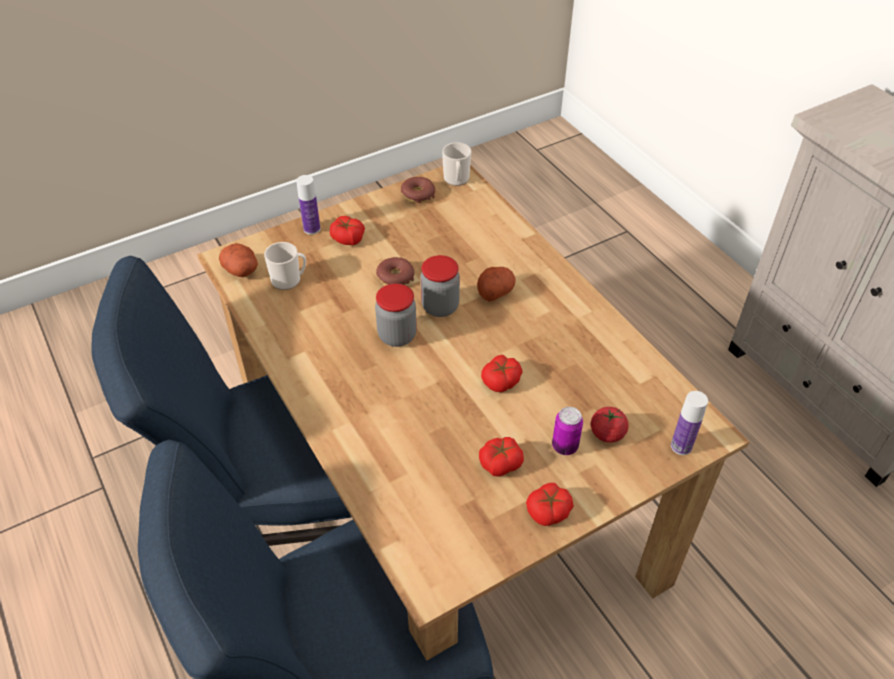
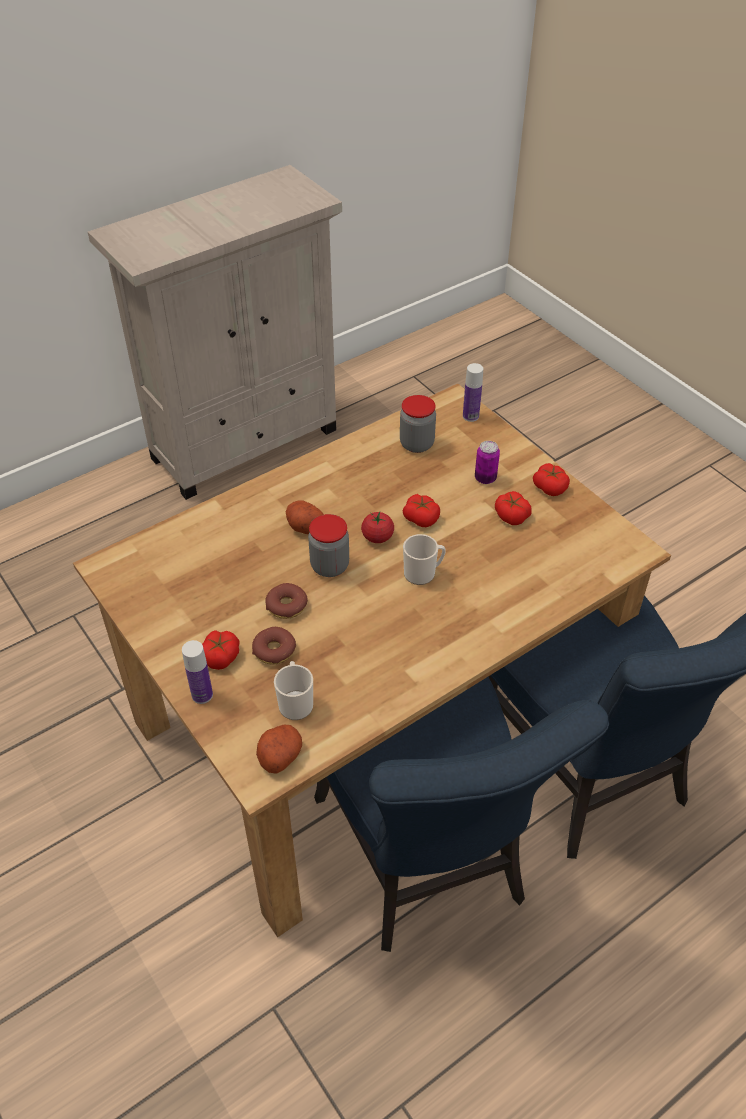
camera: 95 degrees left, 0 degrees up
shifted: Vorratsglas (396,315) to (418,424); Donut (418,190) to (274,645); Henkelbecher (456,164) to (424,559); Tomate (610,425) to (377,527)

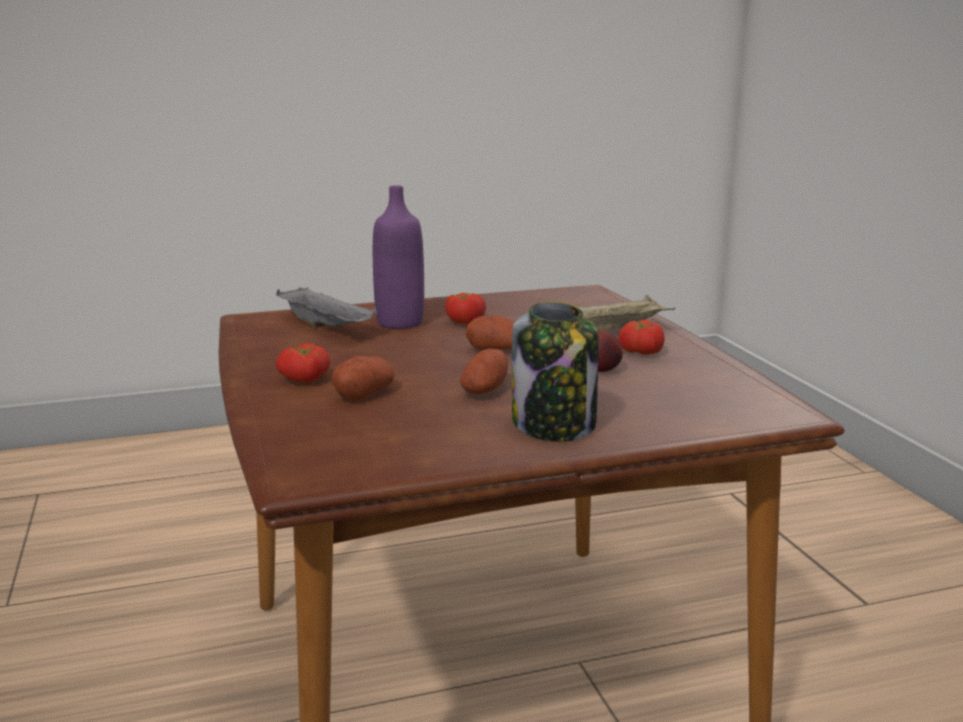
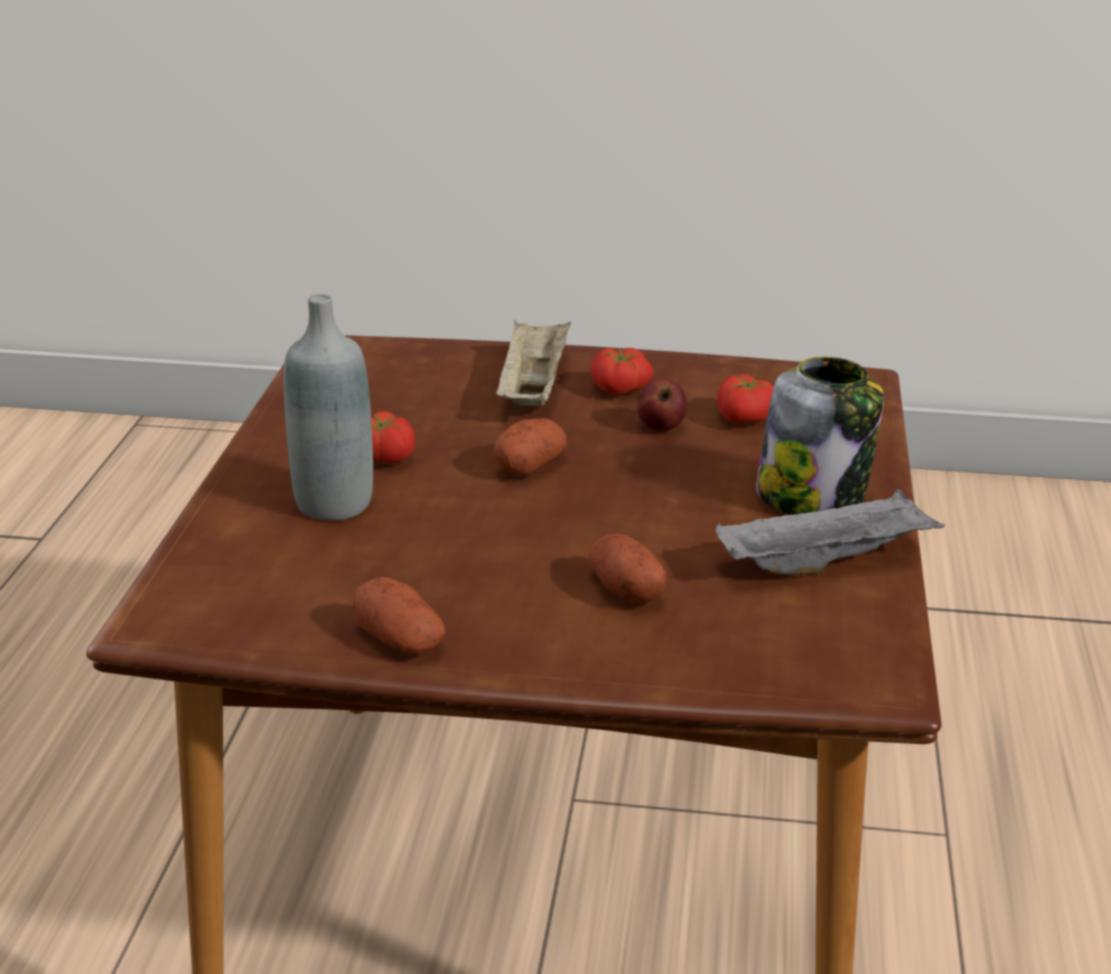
camera: 65 degrees left, 10 degrees up
shifted: Tablett/grau (326,307) to (830,532); Tomate (303,363) to (745,399); Kartoffel (484,371) to (399,616)
repainted: Flasche/lila (398,257) to Flasche/grau (328,407)

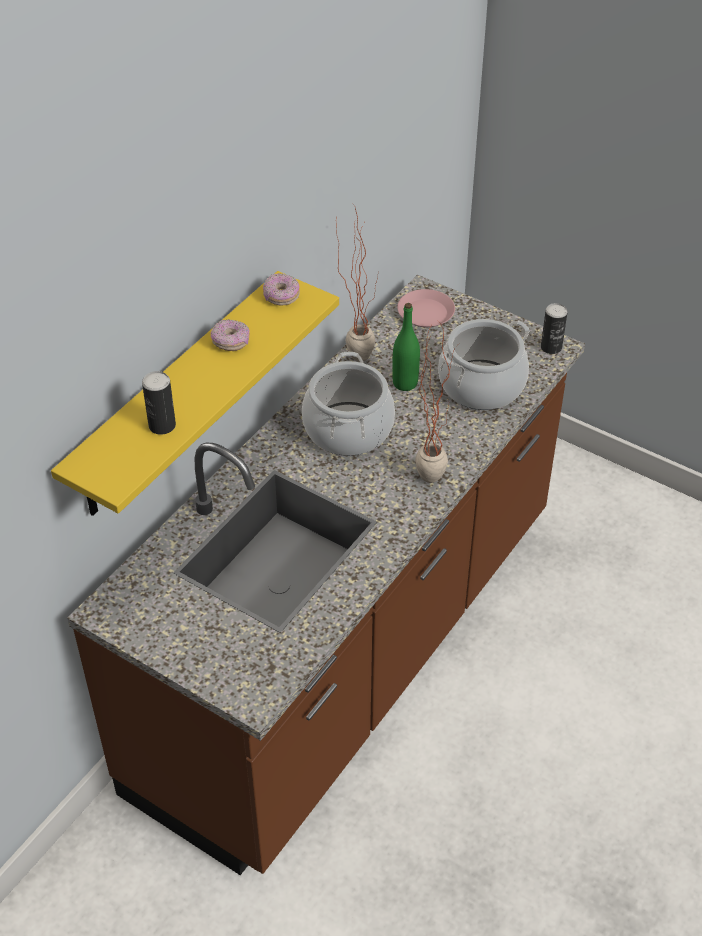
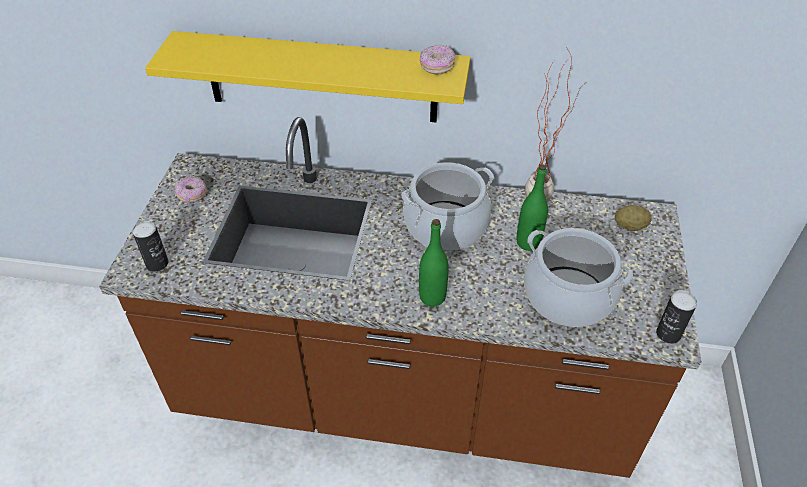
camera: 65 degrees right, 0 degrees up
shifted: Dose (159,403) to (150,246); Donut (230,335) to (191,189)
swapped: Teller/rosa (426,308) to Kartoffel (633,218); Topfpflanze (437,401) to Flasche/grün (434,263)

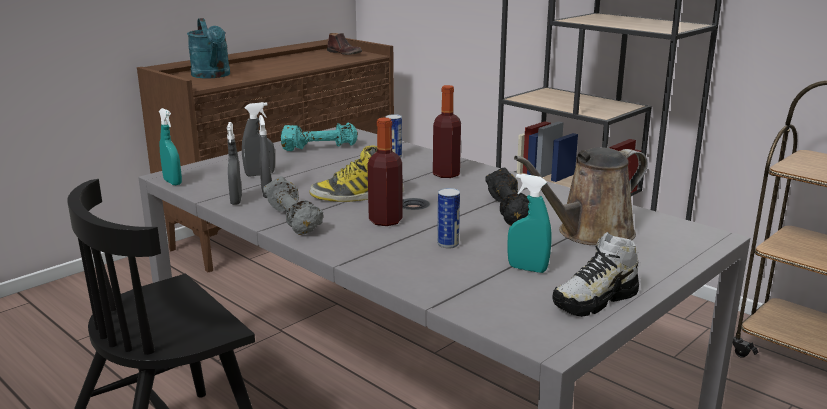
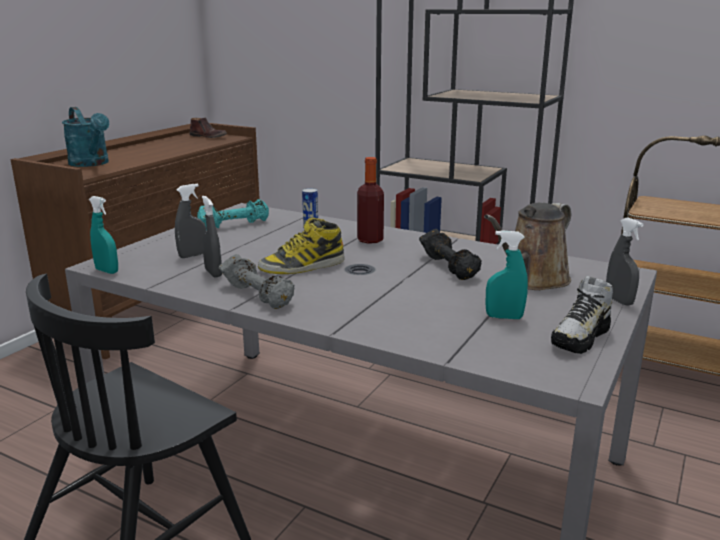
camera: 15 degrees left, 0 degrees up
gone: Flasche (385,172); Dose (448,218)
shifted: Sprühflasche/grau (234,163) to (625,261)

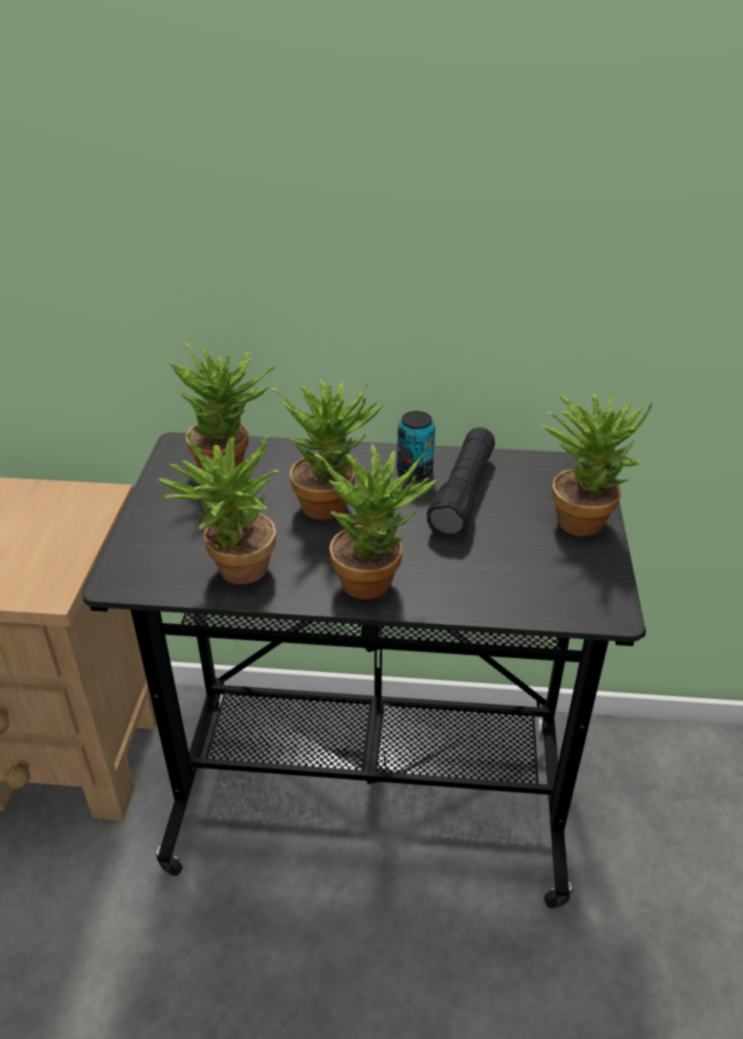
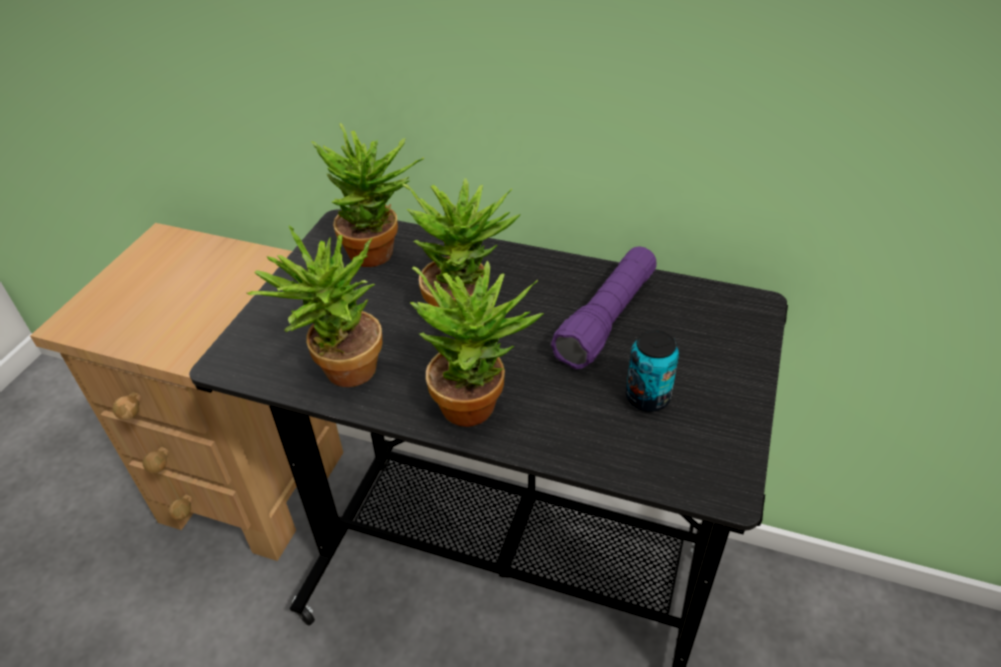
camera: 15 degrees right, 5 degrees up
gone: Topfpflanze (596,463)
shifted: Dose (416,445) to (652,371)
repainted: Taschenlampe/schwarz (461,483) to Taschenlampe/lila (604,307)

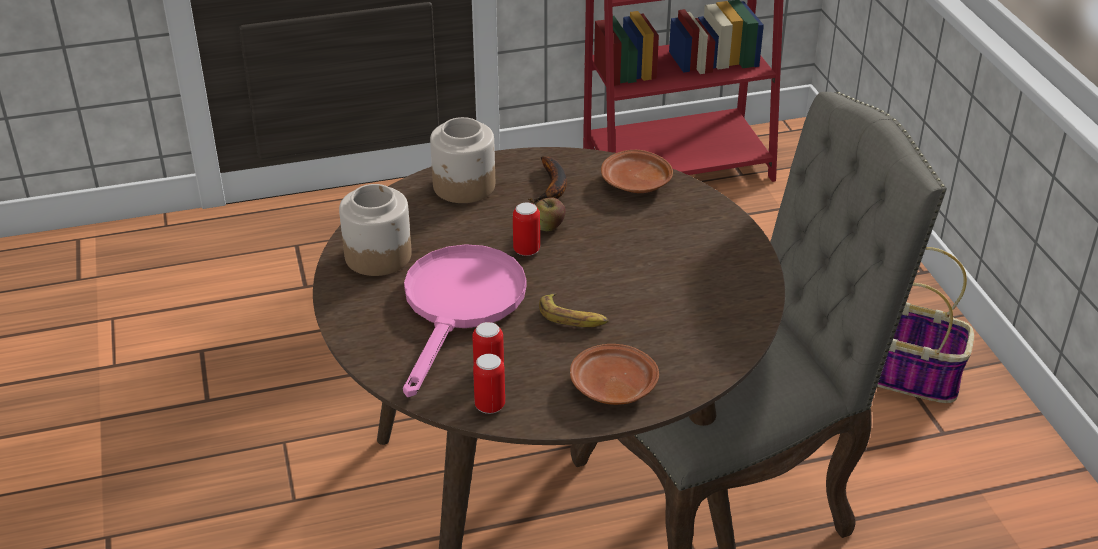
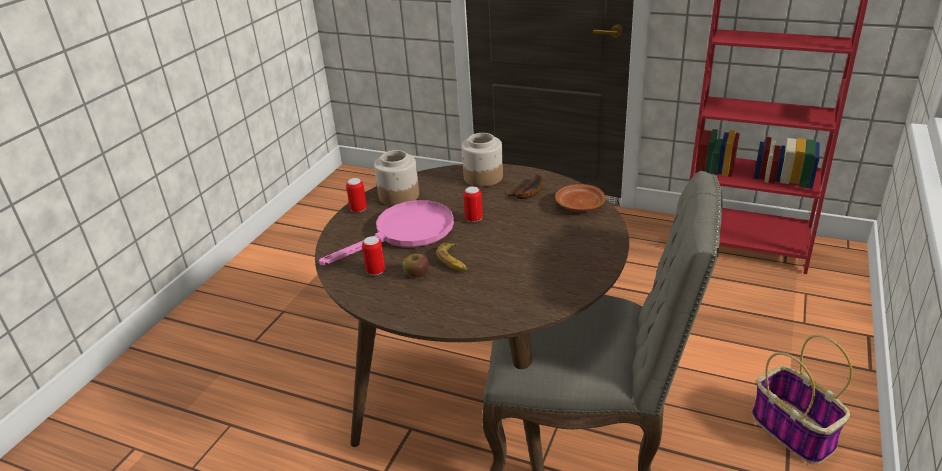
camera: 40 degrees right, 5 degrees down
gone: Teller/braun (614,374)
shifted: Dose (489,384) to (356,195); Apfel (551,214) to (416,265)

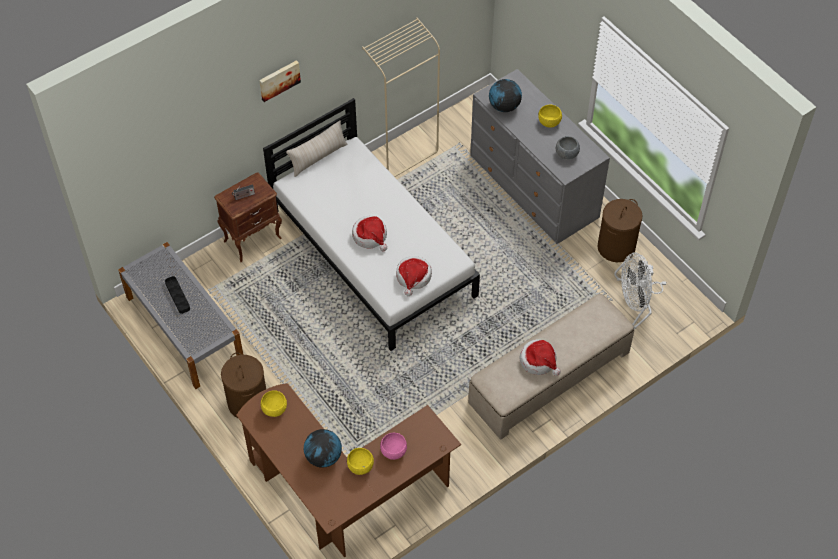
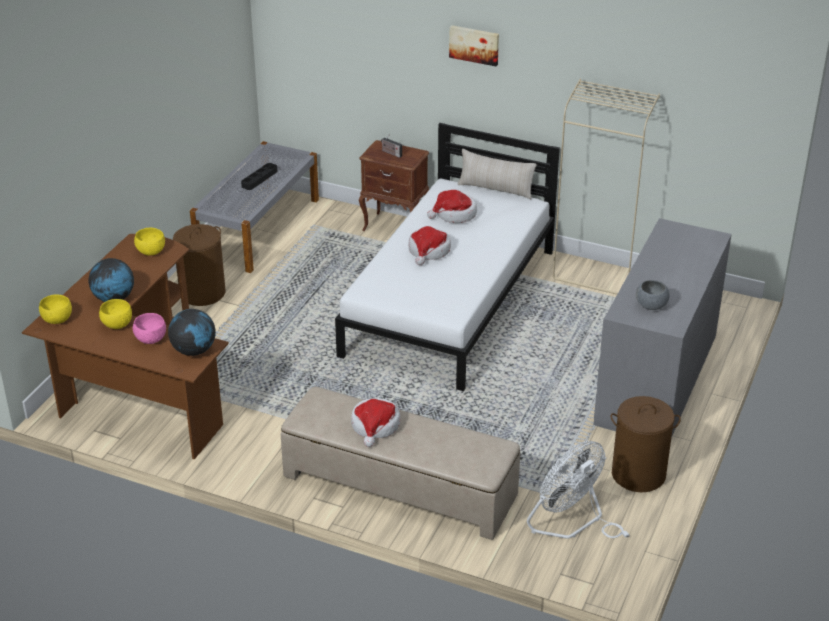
camera: 60 degrees right, 20 degrees down
shifted: Hut (414,276) to (452,206); Globus (505,95) to (192,332); Schüssel/gelb (550,116) to (55,309)

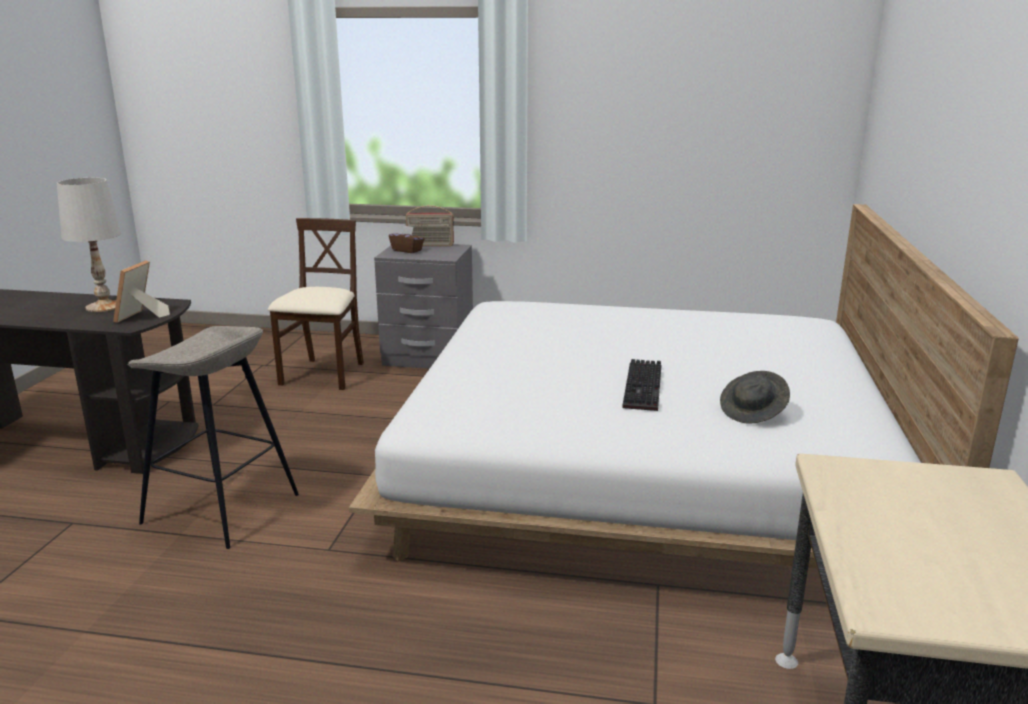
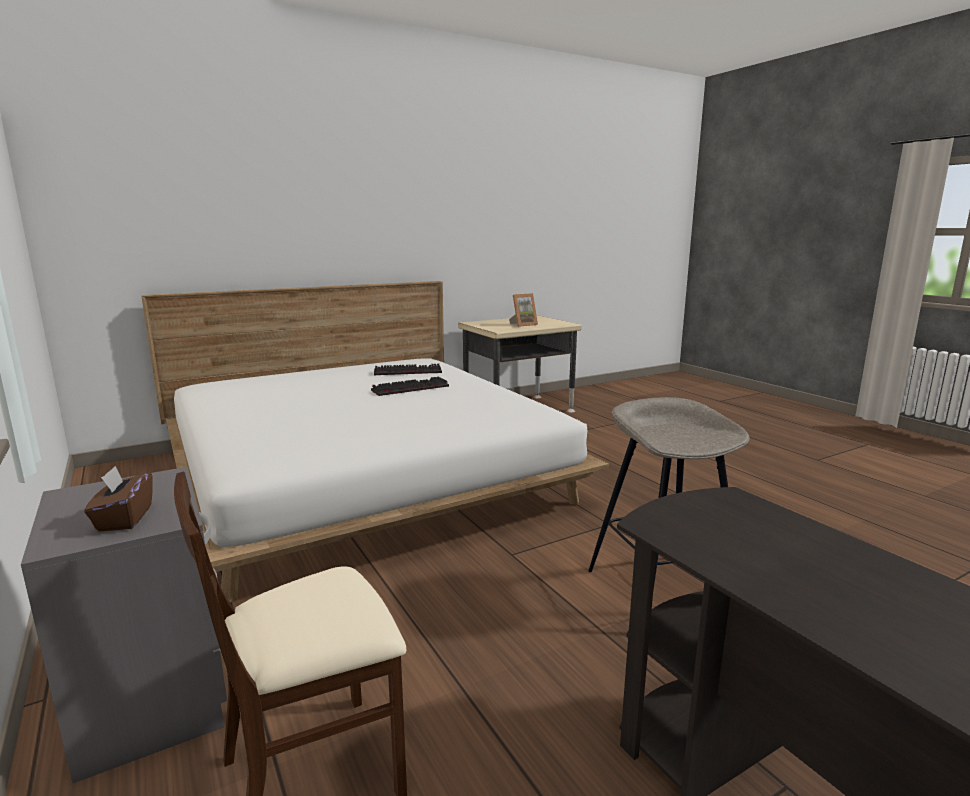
camera: 130 degrees left, 5 degrees down
gone: Tischlampe/weiß (89,245); Radio (429,225)
shifted: Bilderrahmen (141,291) to (523,310)
swapped: Hut/grau (755,397) to Tastatur (408,369)

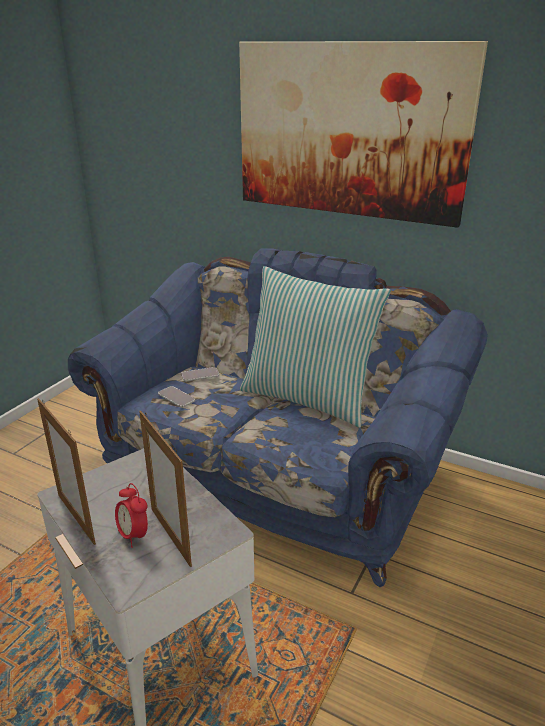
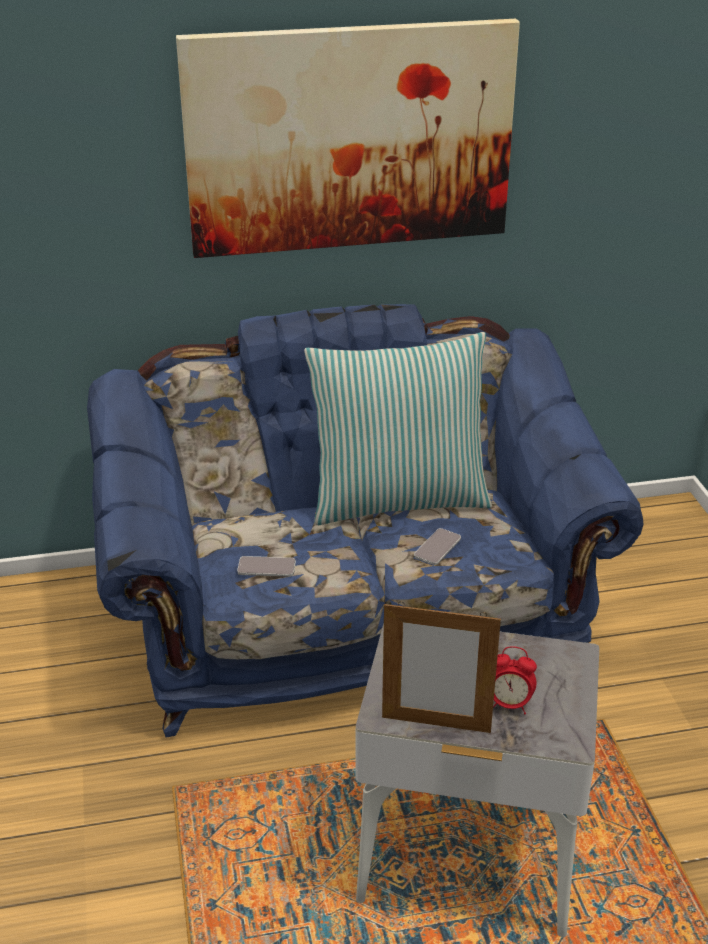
camera: 40 degrees left, 5 degrees up
gone: Bilderrahmen (165,489)
shifted: Handy (200,374) to (437,546)

